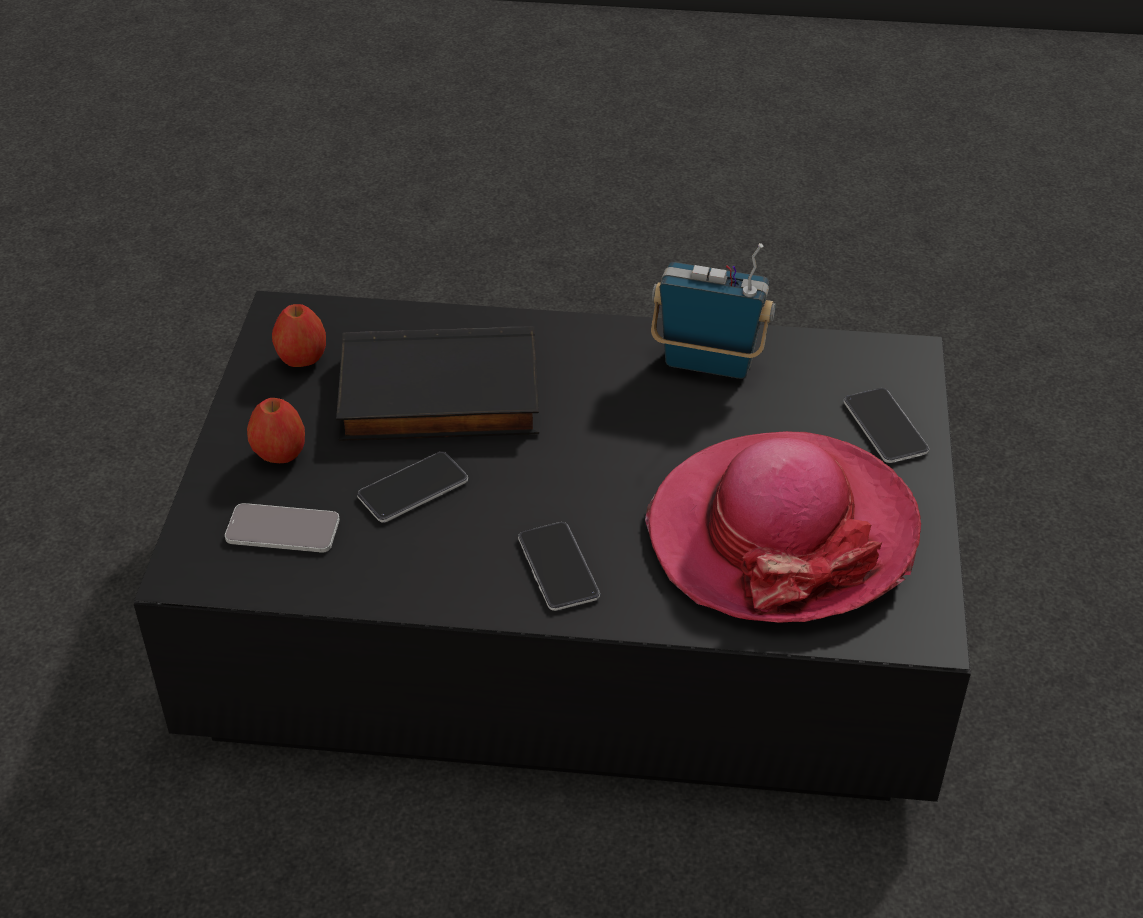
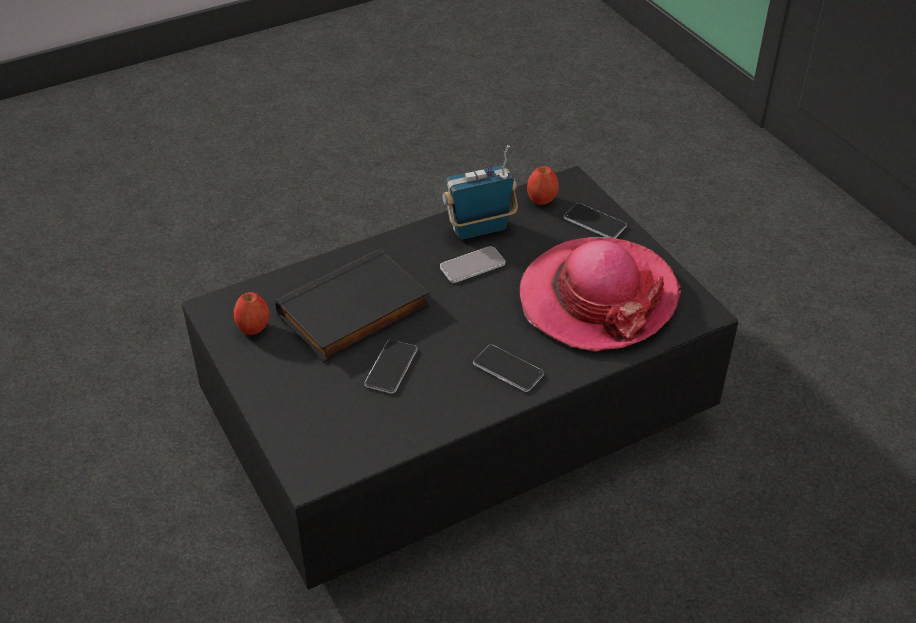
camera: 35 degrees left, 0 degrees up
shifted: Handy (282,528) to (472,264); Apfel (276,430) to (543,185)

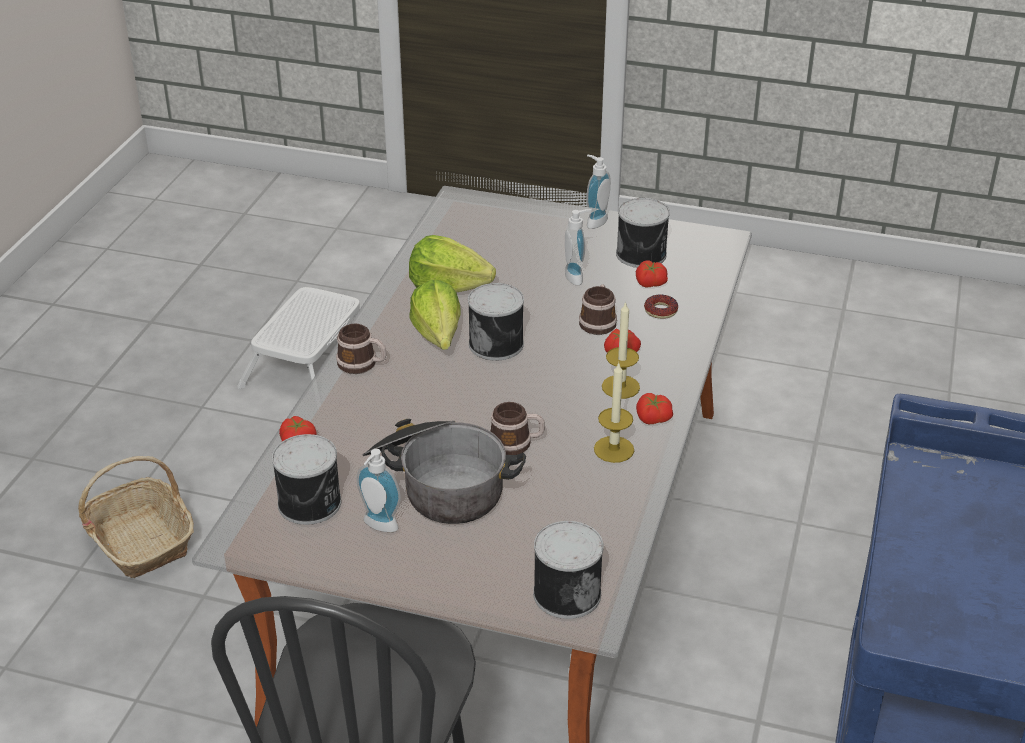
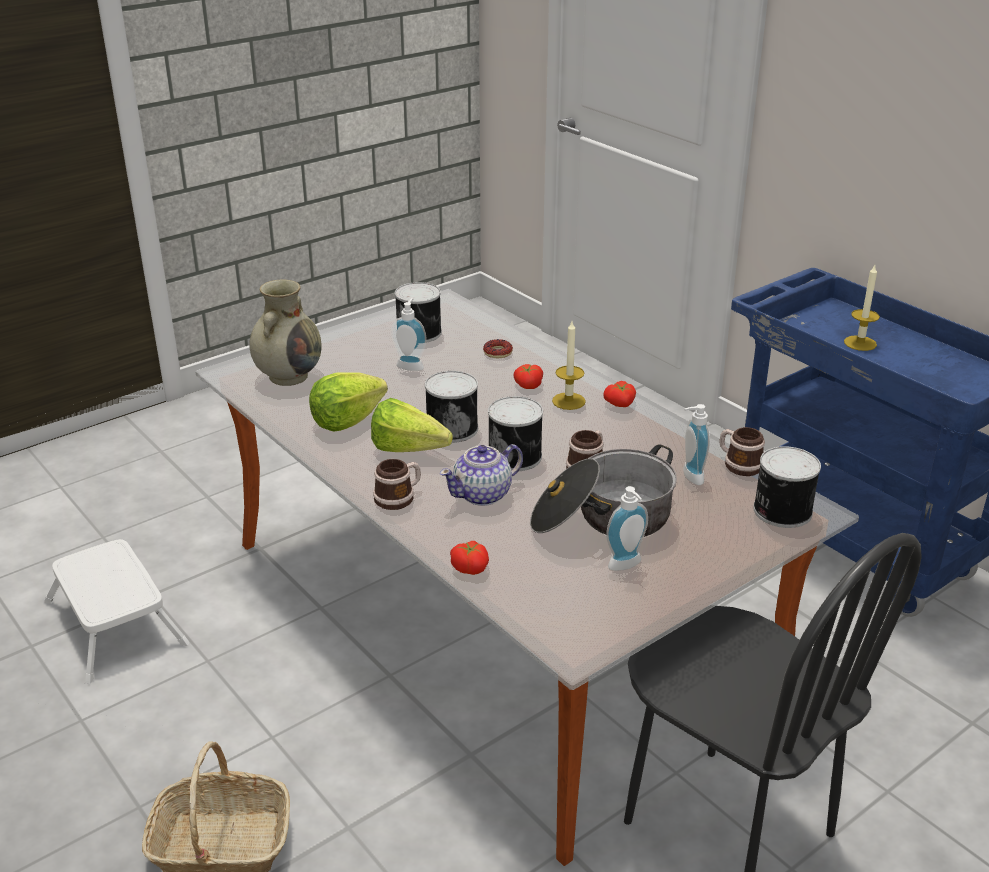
camera: 55 degrees left, 5 degrees down
gone: Tomate (652,273)
new: Vase/beige (285,332); Teekanne (481,475)
shifted: Dose (306,479) to (515,433); Henkelbecher (598,309) to (742,451); Seifenspender (599,192) to (696,444); Kerze (614,413) to (862,308)

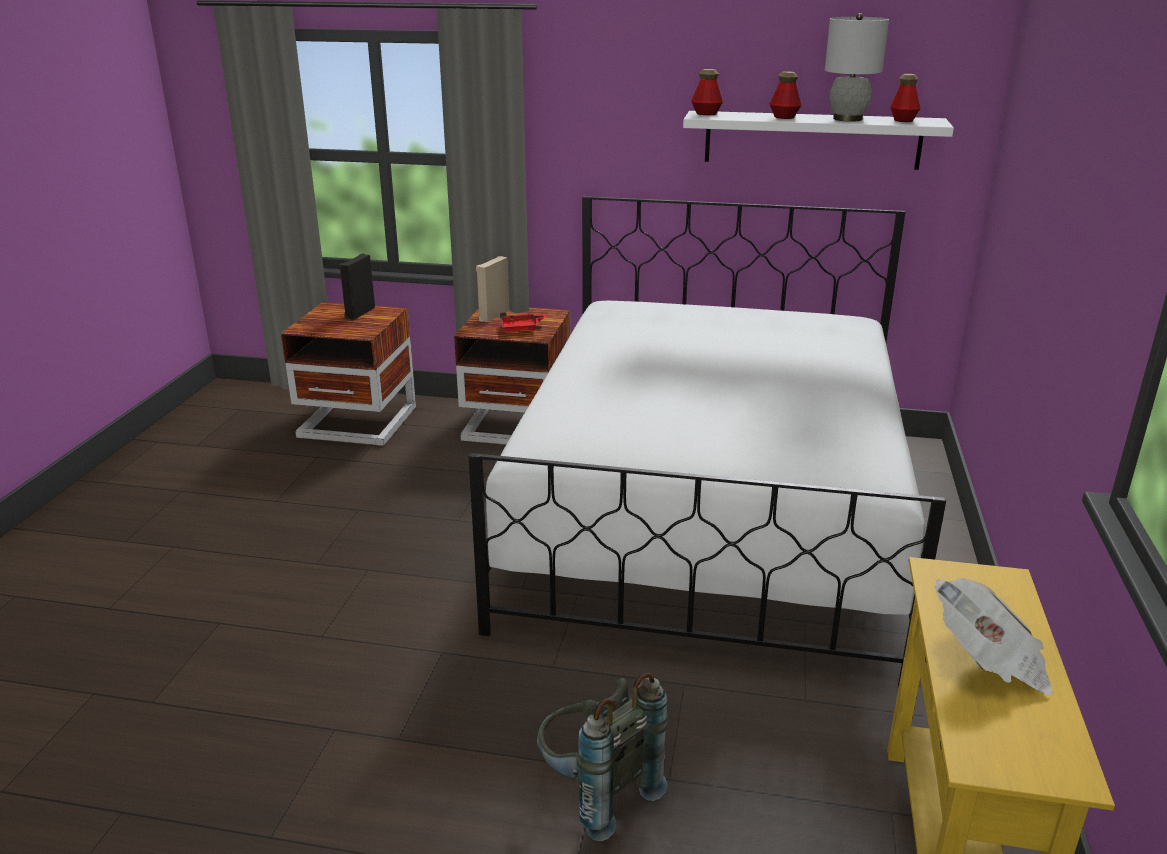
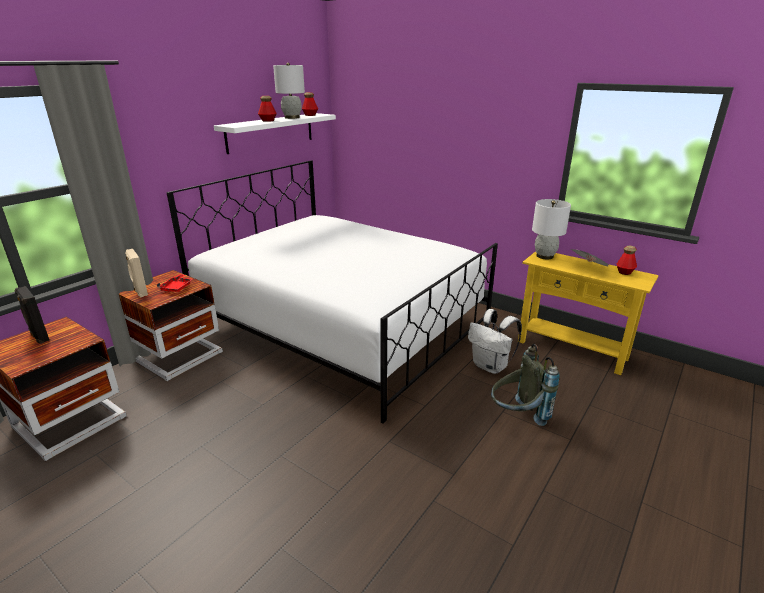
camera: 65 degrees left, 0 degrees up
new: Rucksack/weiß (495,341); Tischlampe/weiß (551,229)
shifted: Flasche (707,92) to (627,260)

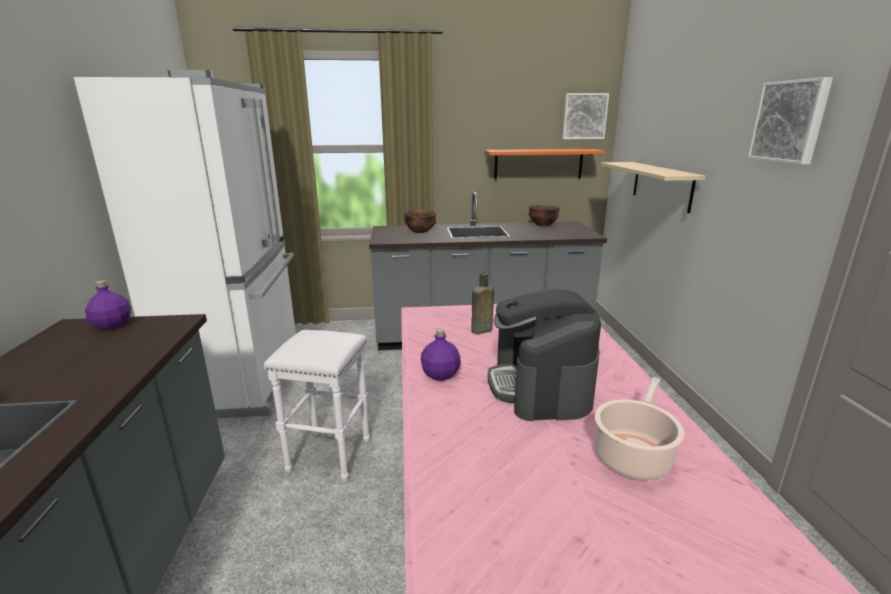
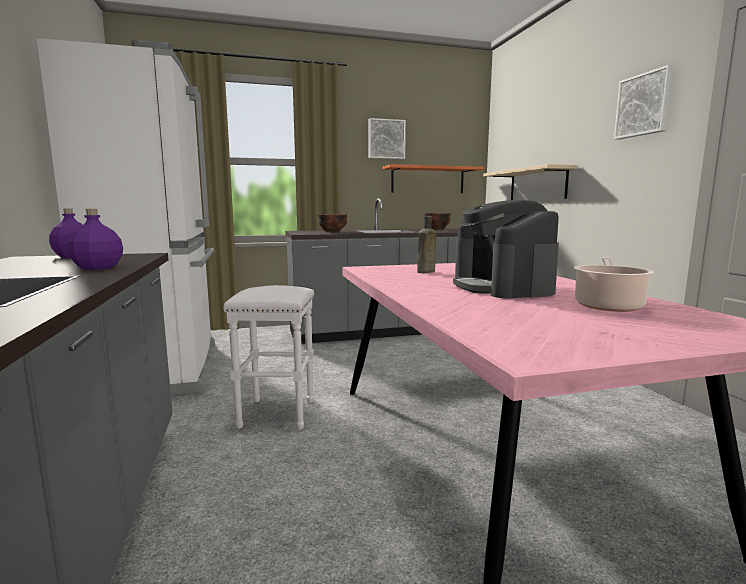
camera: 10 degrees left, 10 degrees down
shifted: Flasche/lila (441,354) to (95,239); Bild (585,116) to (387,138)

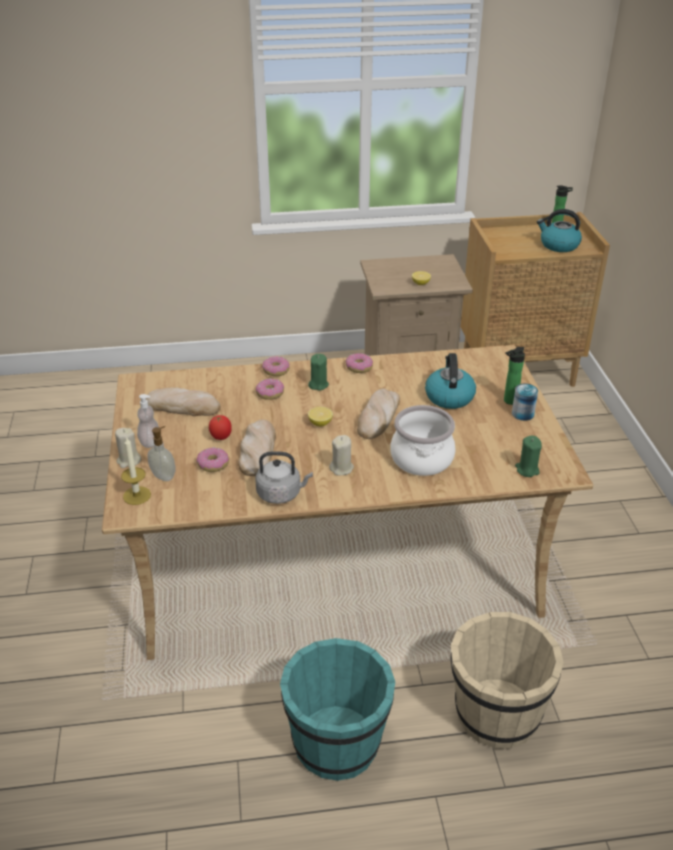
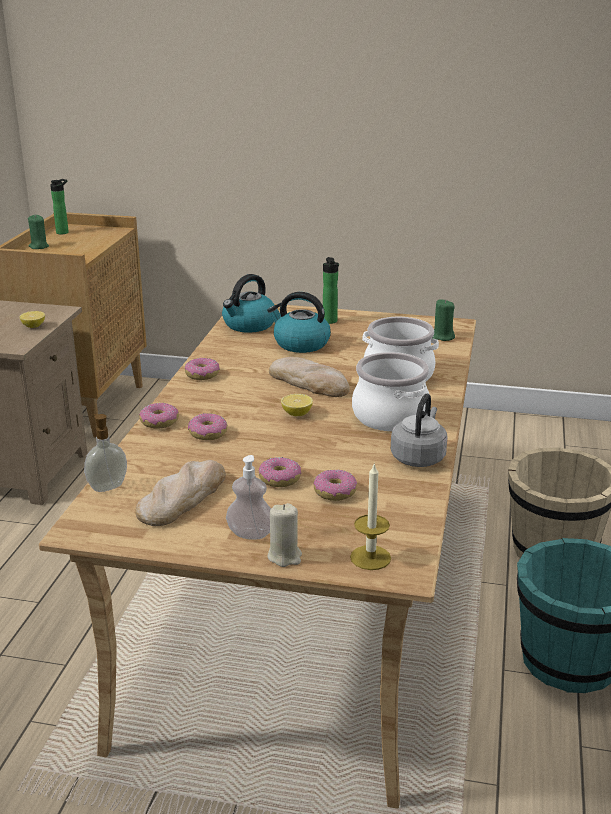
camera: 70 degrees left, 10 degrees down
gone: Brot (257,448); Dose (525,402)
shifted: Seifenspender (161,453) to (105,453); Kerze/grün (318,372) to (38,232); Wasserkessel (559,230) to (248,303)
swapped: Tomate (220,427) to Donut (280,472); Kerze/beige (341,455) to Kochtopf (391,391)

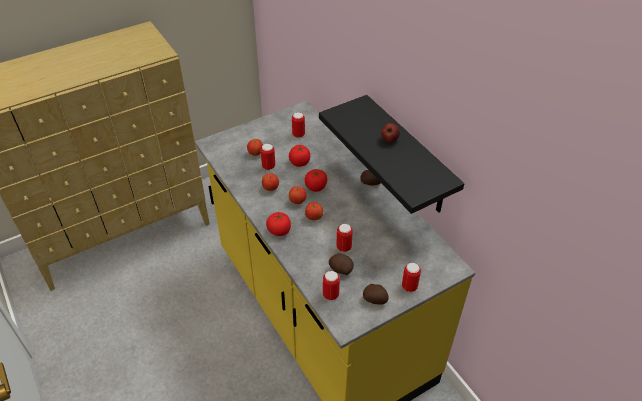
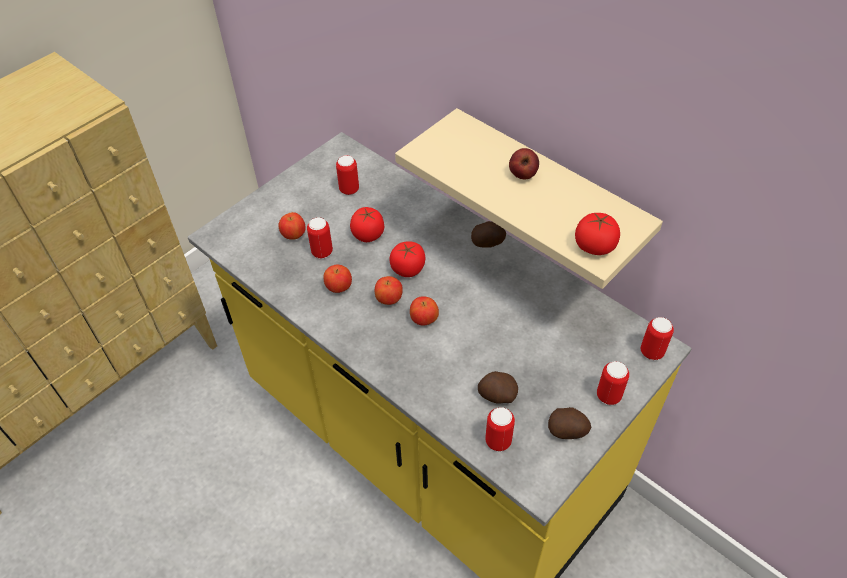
camera: 15 degrees left, 5 degrees up
shifted: Tomate (278,224) to (597,233); Dose (344,238) to (657,338)
repainted: Wandregal/schwarz (391,154) to Wandregal/beige (529,198)

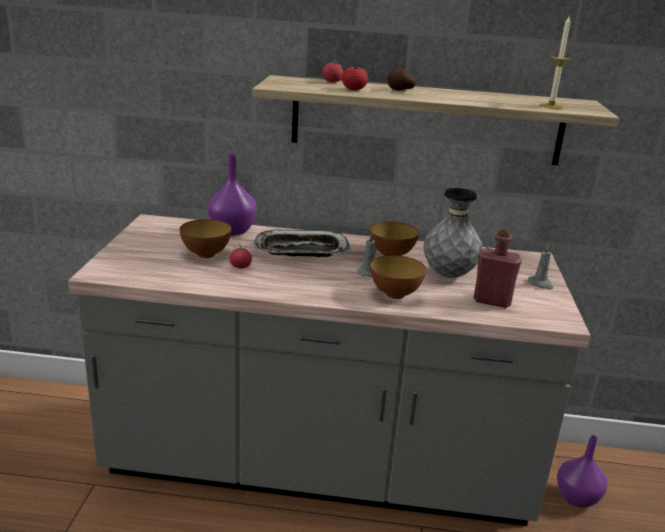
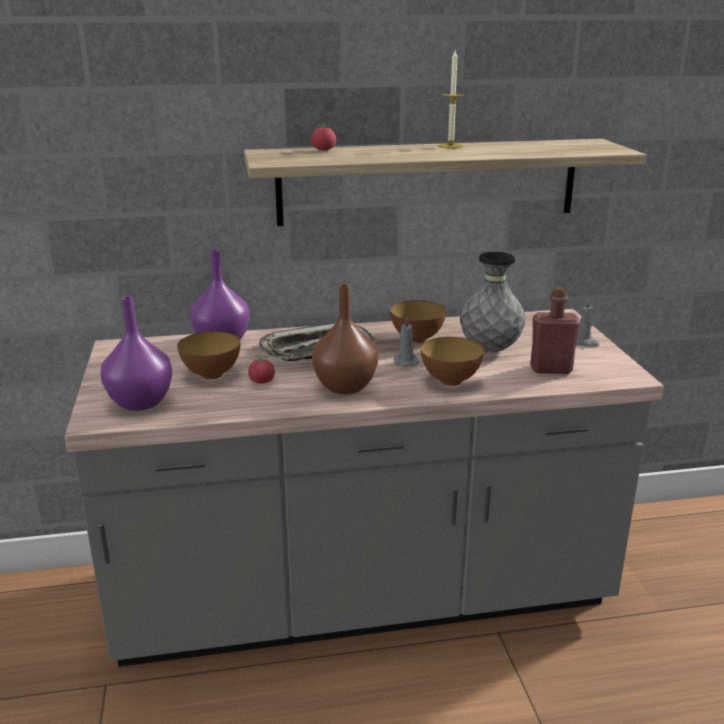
camera: 15 degrees left, 0 degrees up
gone: Tomate (355,77); Kartoffel (402,79)
new: Vase/braun (345,339)
shifted: Kerze (555,62) to (451,99); Vase/lila (582,471) to (136,354)

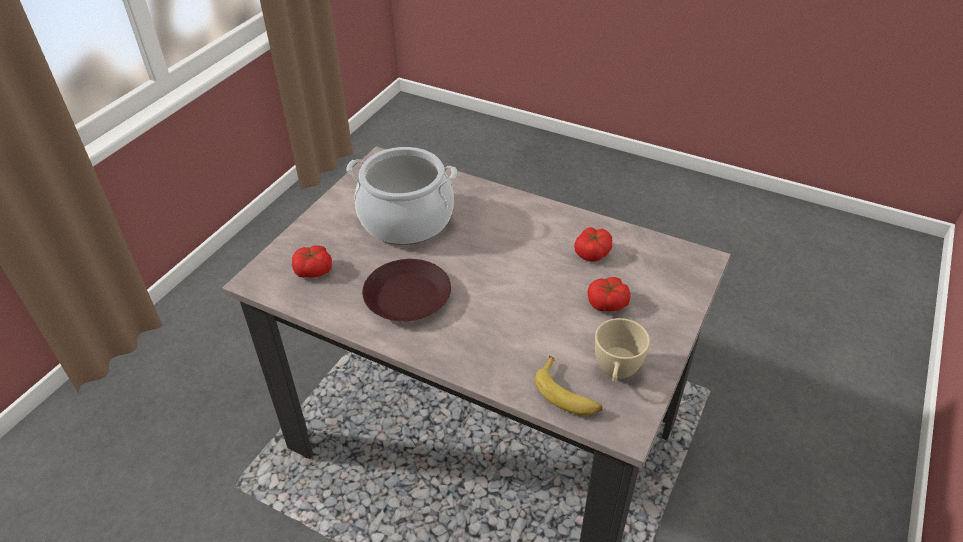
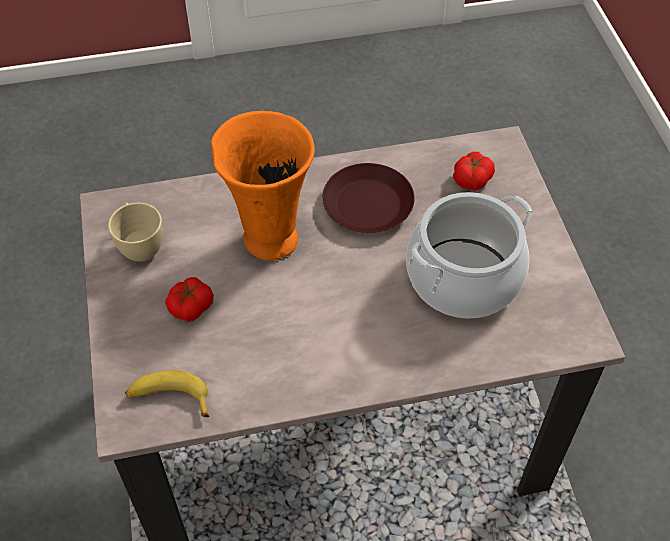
camera: 140 degrees right, 10 degrees up
gone: Tomate (593,244)
new: Vase/orange (263,186)
shifted: Banane (569,385) to (167,393)

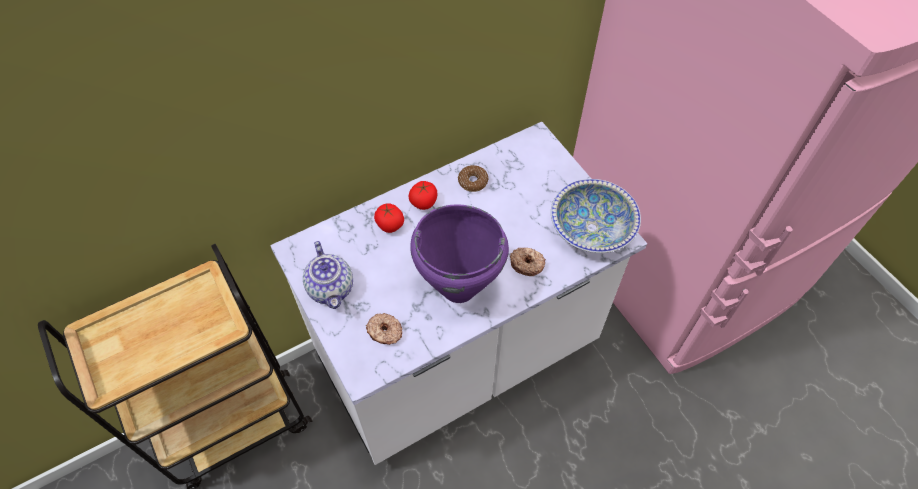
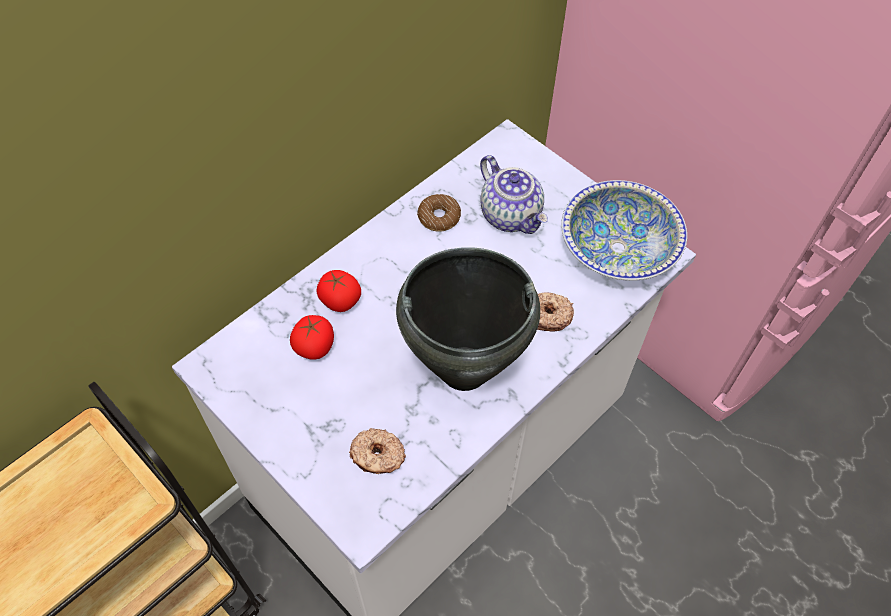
camera: 15 degrees left, 0 degrees up
shifted: Teekanne (328,275) to (514,194); Tomate (423,195) to (312,337)
repainted: Kochtopf/lila (459,253) to Kochtopf/schwarz (468,319)

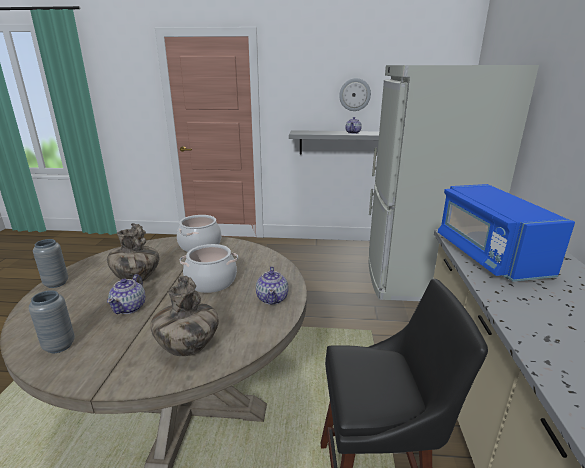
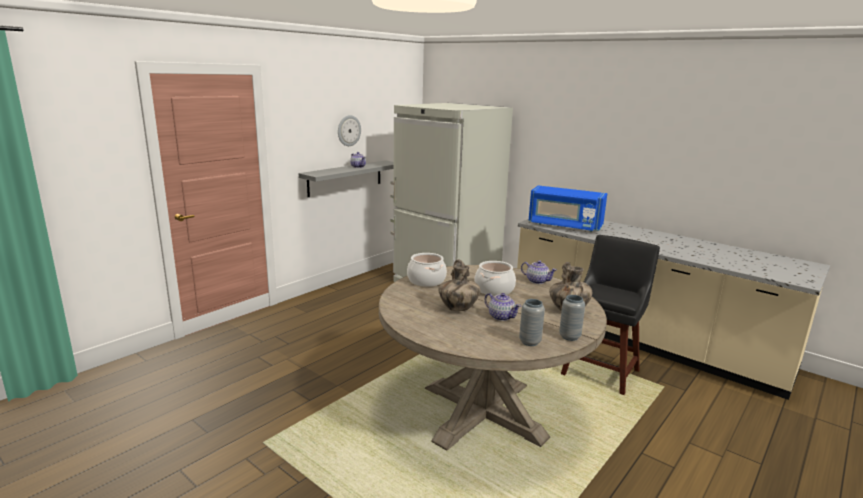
camera: 55 degrees left, 5 degrees down
shifted: Vase/grau (50,263) to (572,318)

